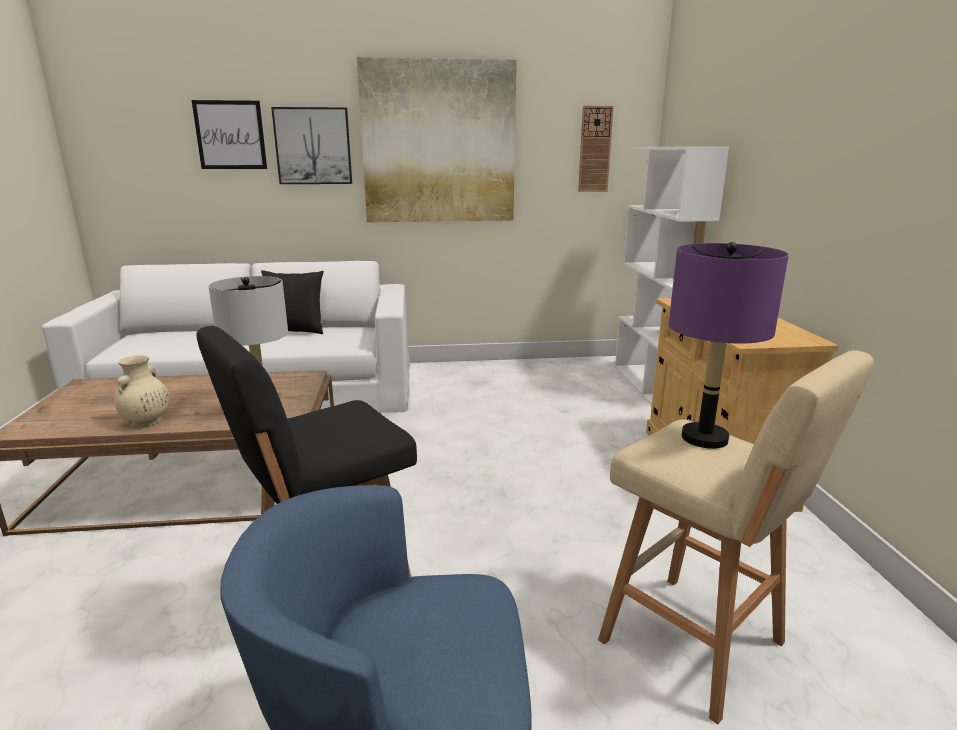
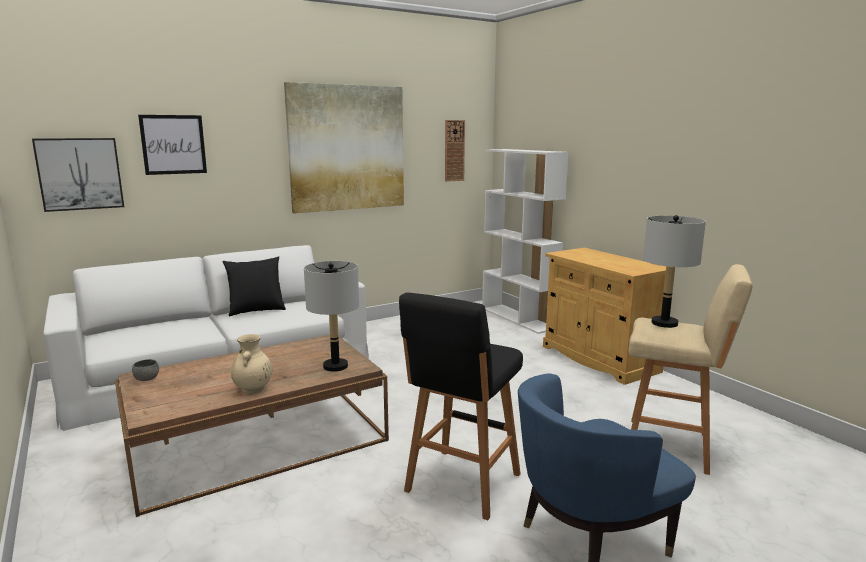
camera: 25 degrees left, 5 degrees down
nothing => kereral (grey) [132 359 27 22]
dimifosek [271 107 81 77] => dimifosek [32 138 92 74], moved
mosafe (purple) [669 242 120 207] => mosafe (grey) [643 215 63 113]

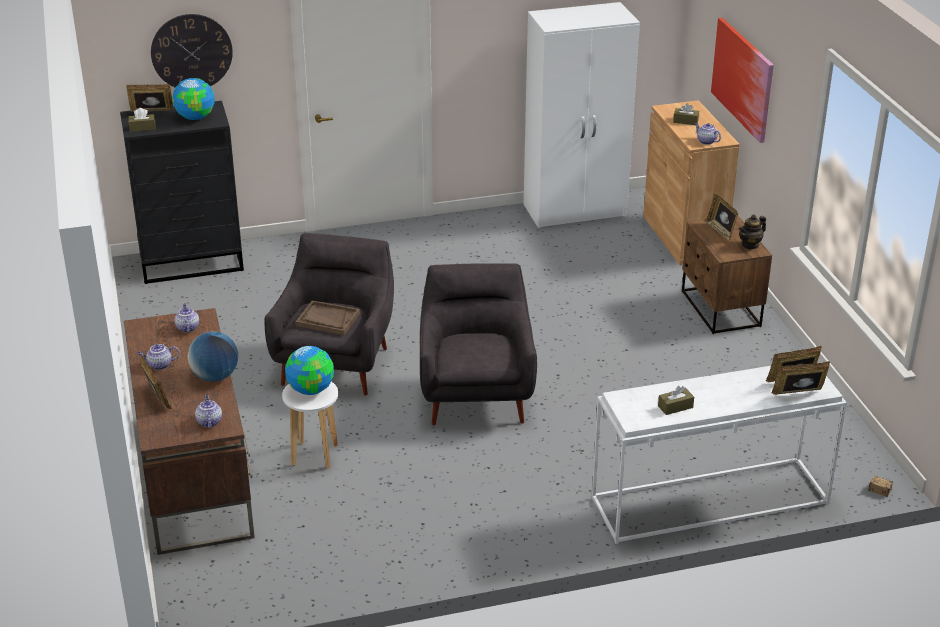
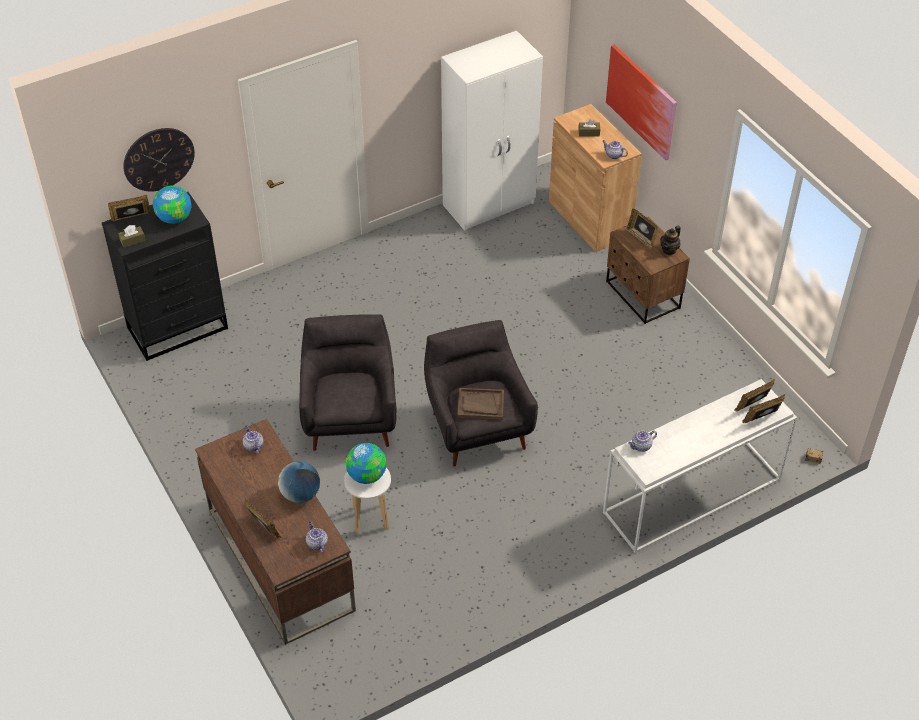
camera: 15 degrees left, 15 degrees up
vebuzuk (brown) [658 386 36 29] => nothing
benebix [137 344 43 26] => benebix [628 431 29 21], moved
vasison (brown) [295 300 65 35] => vasison (brown) [457 388 47 32], moved

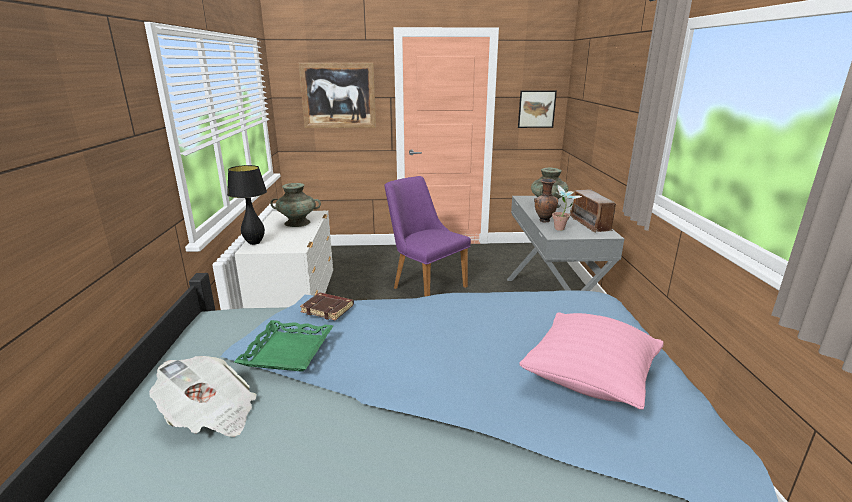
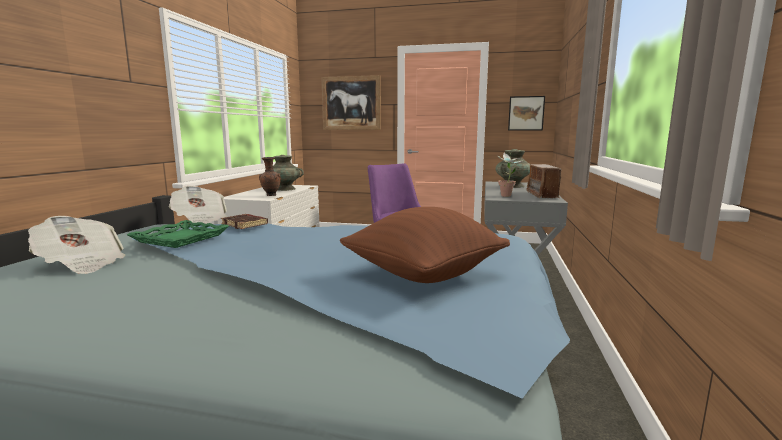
camera: 15 degrees right, 10 degrees down
mosafe (black) [227 165 40 80] => nothing
nothing => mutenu [169 186 58 38]
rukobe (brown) [534 179 24 43] => rukobe (brown) [259 157 22 39], moved
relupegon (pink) [519 312 144 98] => relupegon (brown) [340 207 170 76]

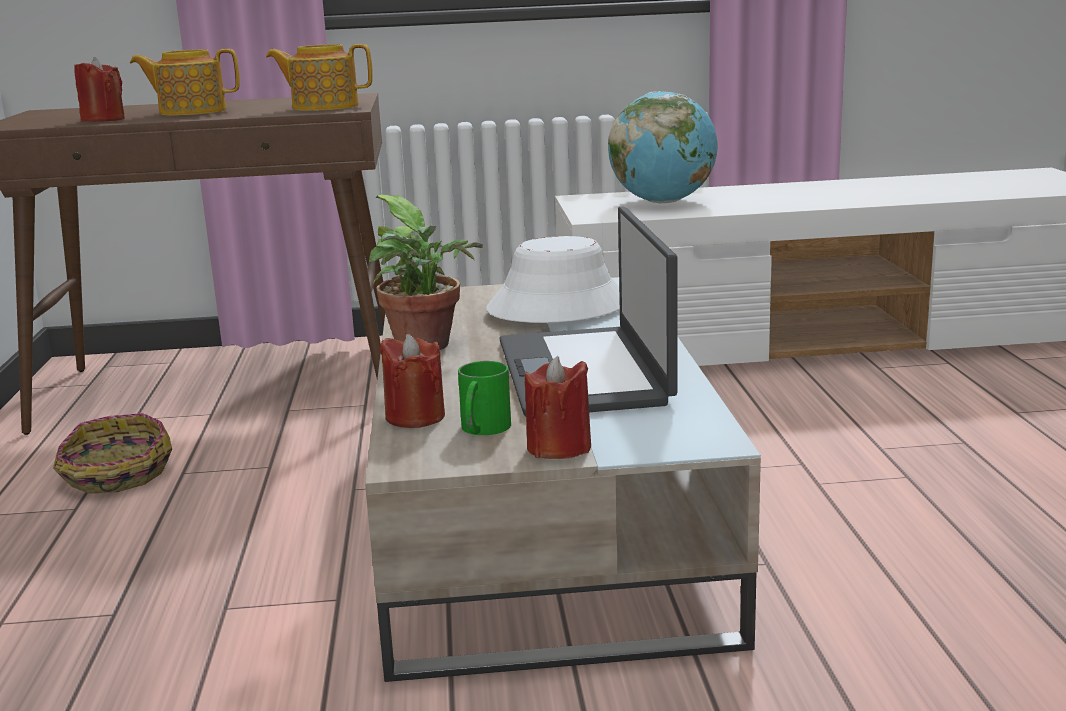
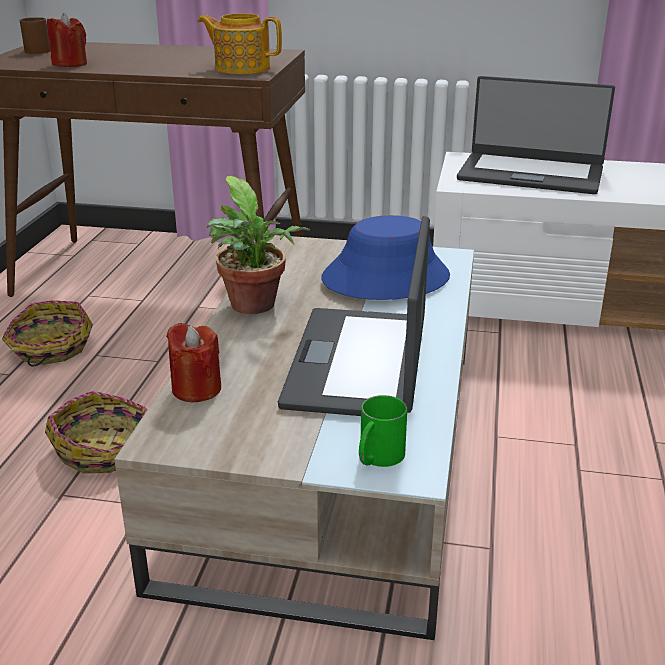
camera: 15 degrees right, 10 degrees up
benebix [130 48 110 68] => nothing
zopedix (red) [525 356 66 103] => nothing
nothing => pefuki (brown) [19 17 32 37]
nothing => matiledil [45 391 103 83]
pefuki (green) [458 361 53 74] => pefuki (green) [359 395 48 72], moved
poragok [608 91 110 112] => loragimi [457 76 158 118]
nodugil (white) [486 236 134 87] => nodugil (blue) [322 215 128 85]

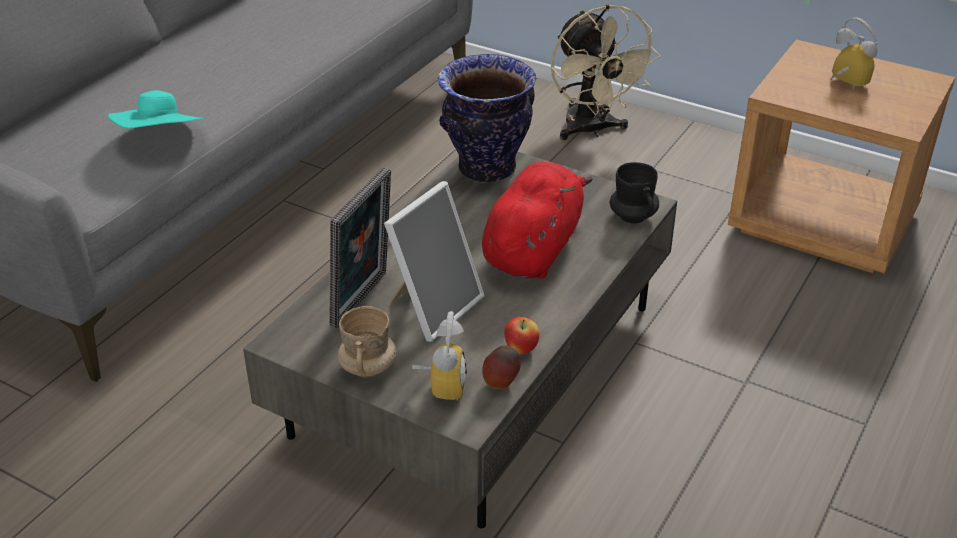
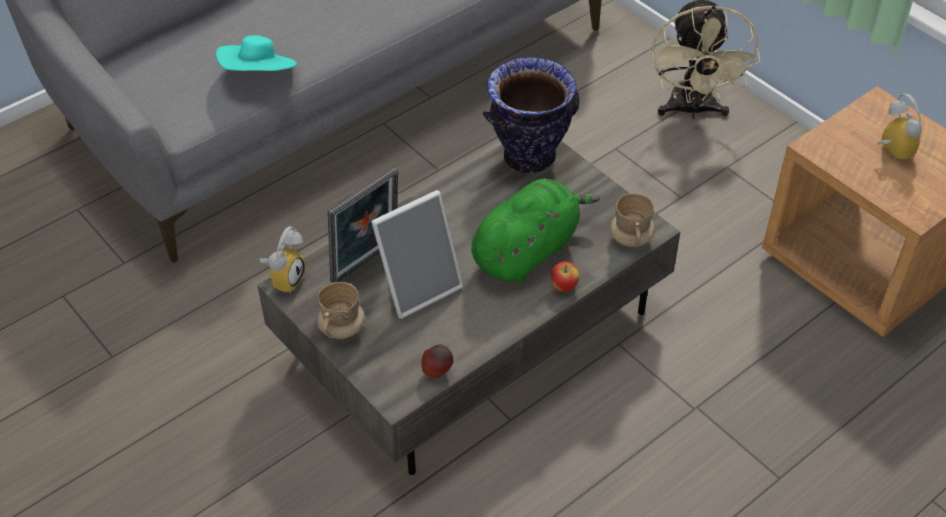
camera: 20 degrees right, 10 degrees up
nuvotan [412 311 55 90] => nuvotan [260 226 45 67], moved
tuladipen [504 317 36 37] => tuladipen [551 261 28 31], moved
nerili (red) [482 162 111 117] => nerili (green) [471 179 129 103]
pefuki (black) [610 162 49 61] => pefuki (beige) [610 193 45 54]

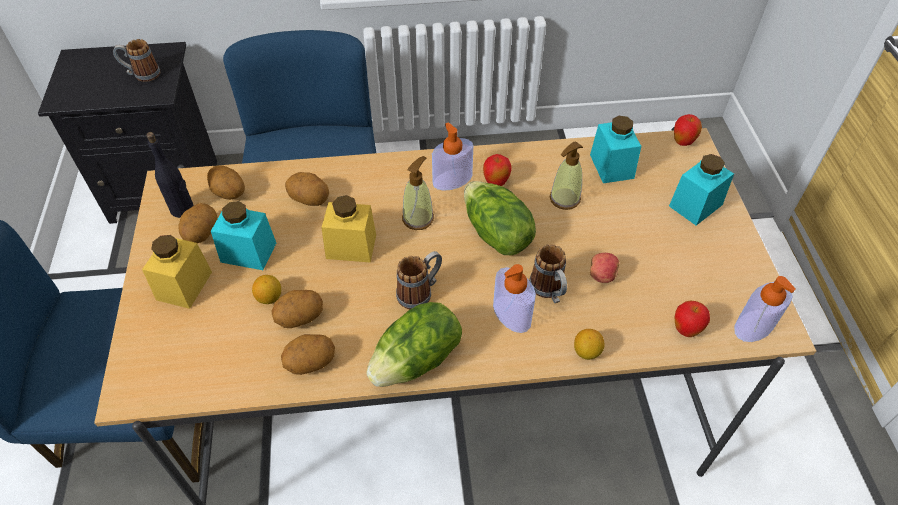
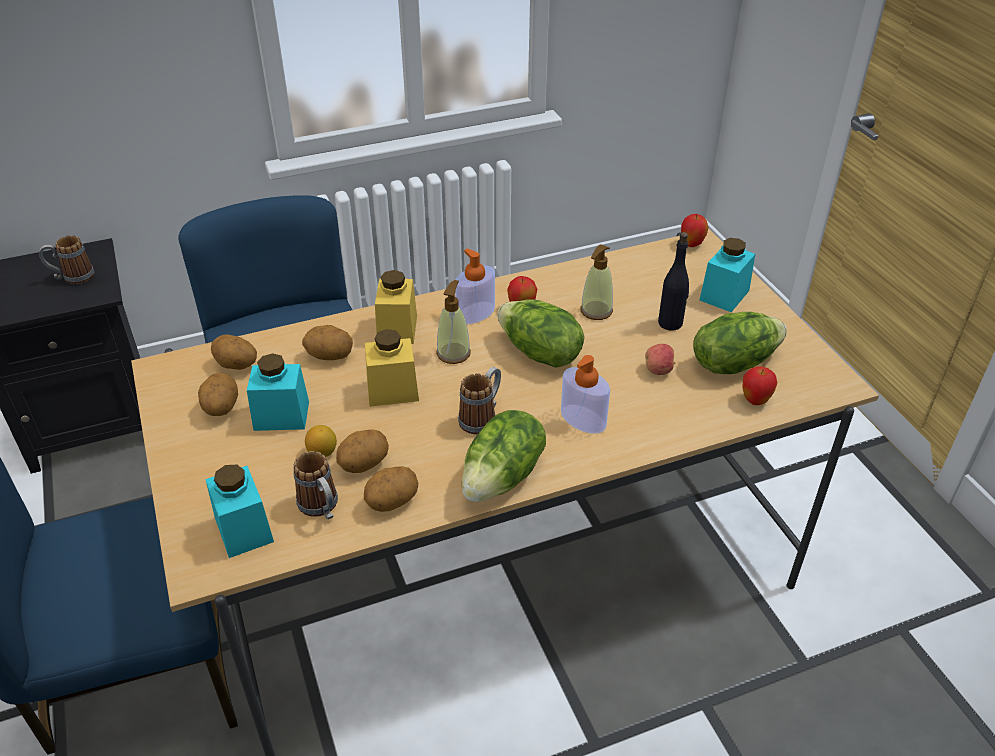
camera: 15 degrees left, 10 degrees down
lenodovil [574 329 31 31] => nothing
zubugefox [734 276 62 66] => nothing
nothing => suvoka [693 312 94 62]
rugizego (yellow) [142 235 70 74] => rugizego (yellow) [375 270 42 74], moved
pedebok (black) [146 132 48 86] => pedebok (black) [658 232 31 99], moved
pefuki [529 244 38 59] => pefuki [293 451 45 69], moved
rugizego (turquoise) [590 116 51 67] => rugizego (turquoise) [205 465 69 93], moved

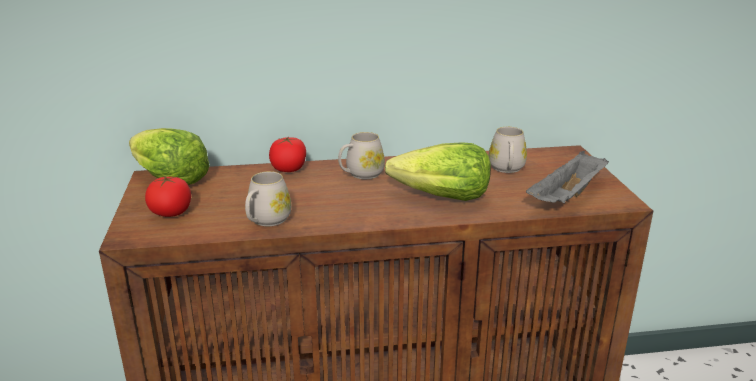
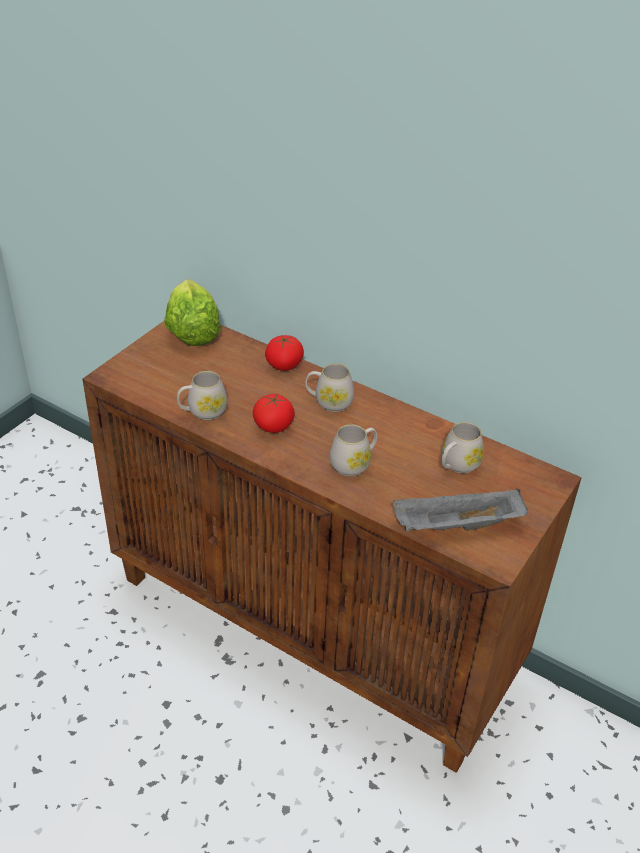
camera: 40 degrees right, 15 degrees up
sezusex [145 176 46 41] => sezusex [253 394 42 39], moved
suvoka [385 142 106 59] => pefuki (white) [330 424 47 52]

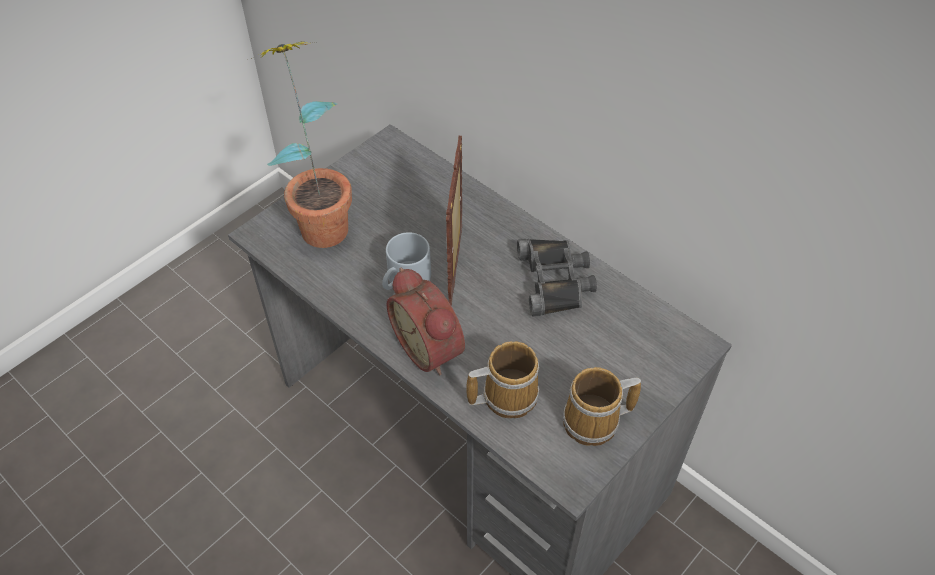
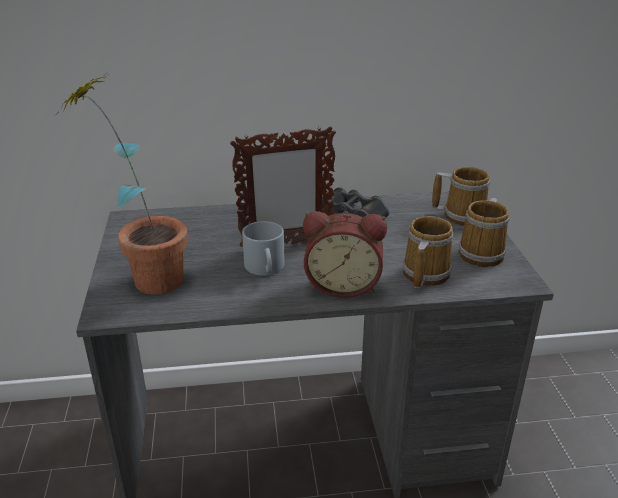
camera: 50 degrees left, 20 degrees down
nothing => pefuki [432 167 58 59]
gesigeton [446 136 16 169] => gesigeton [230 126 106 121], 60 degrees counterclockwise

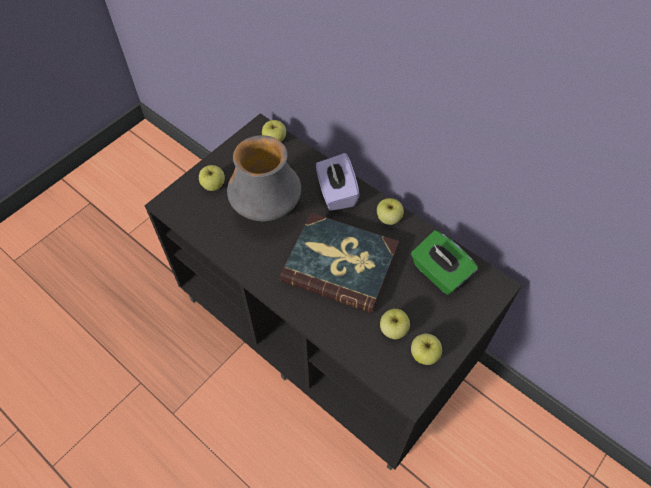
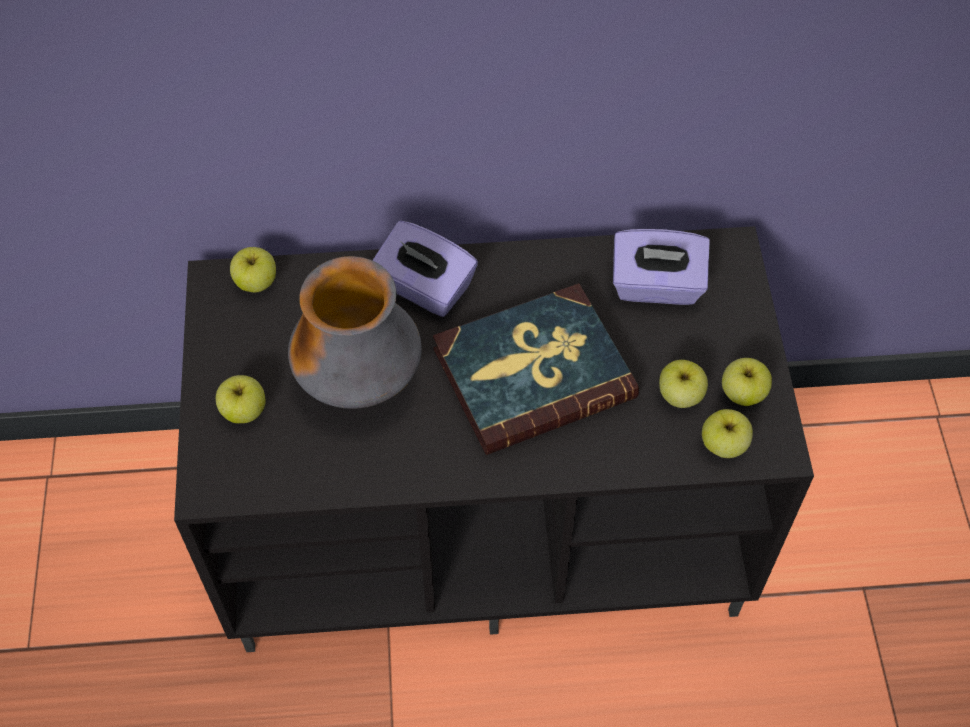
camera: 45 degrees left, 0 degrees up
tuladipen [377 198 27 27] => tuladipen [702 409 51 49], moved
vebuzuk (green) [411 230 67 65] => vebuzuk (purple) [613 229 97 76]

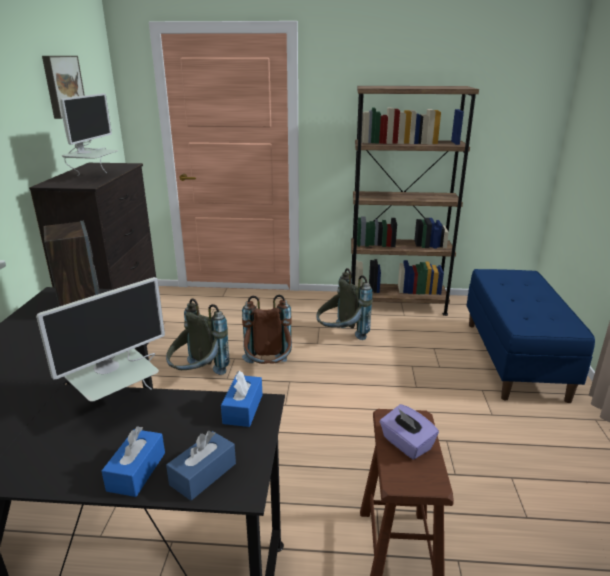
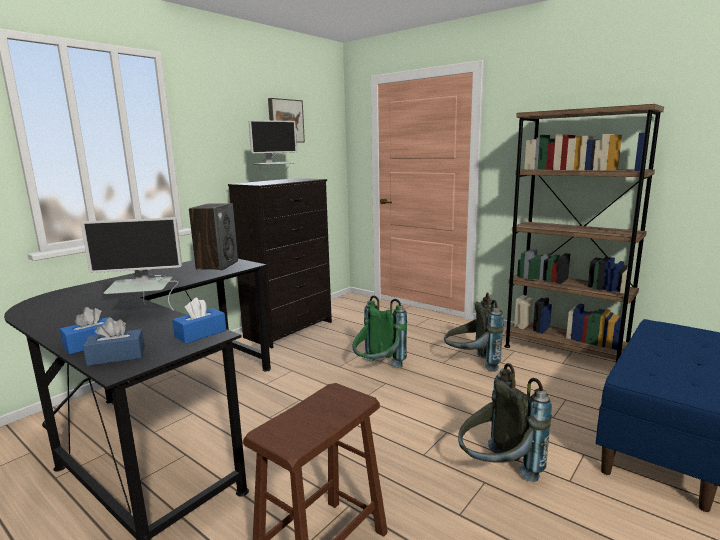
camera: 35 degrees right, 10 degrees down
vebuzuk (purple) [380 404 59 56] => nothing
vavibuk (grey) [166 298 64 77] => vavibuk (grey) [458 363 94 119], moved
vavibuk (brown) [242 295 50 69] => vavibuk (green) [352 296 55 72]

